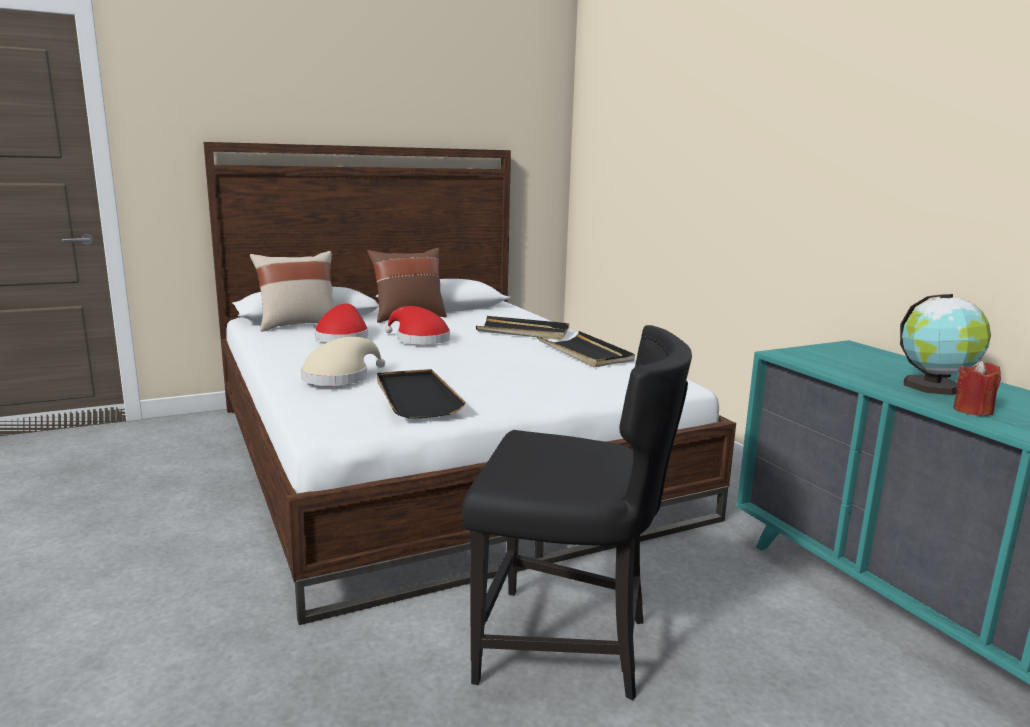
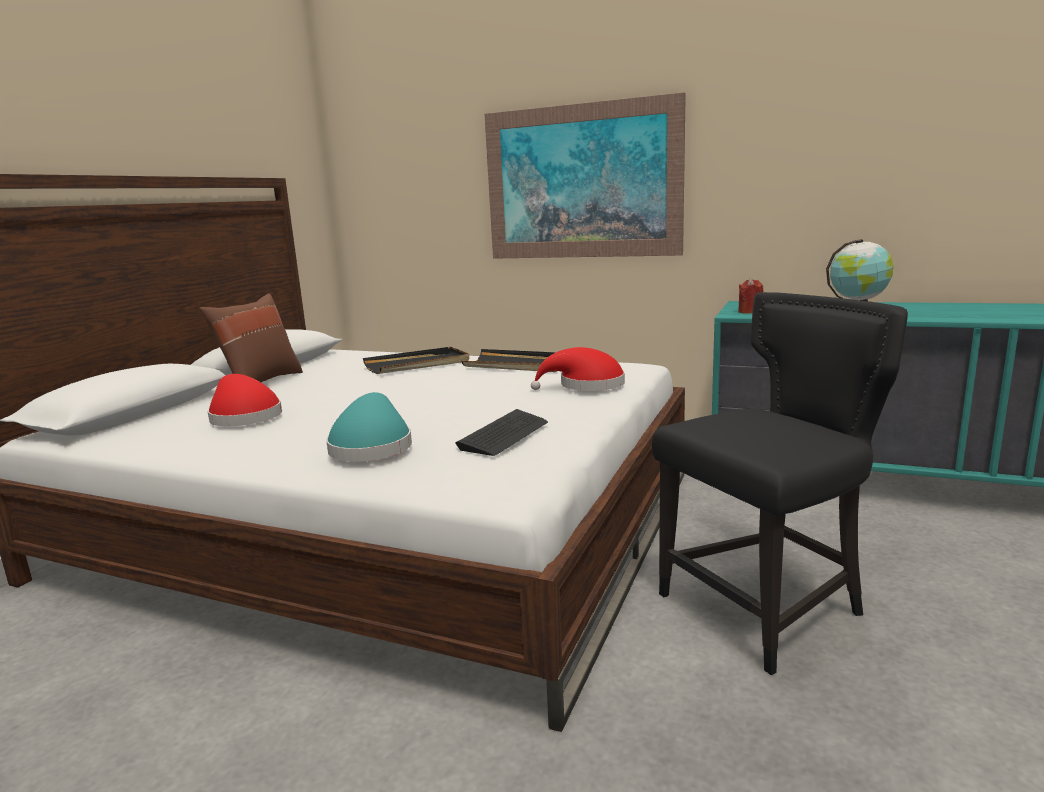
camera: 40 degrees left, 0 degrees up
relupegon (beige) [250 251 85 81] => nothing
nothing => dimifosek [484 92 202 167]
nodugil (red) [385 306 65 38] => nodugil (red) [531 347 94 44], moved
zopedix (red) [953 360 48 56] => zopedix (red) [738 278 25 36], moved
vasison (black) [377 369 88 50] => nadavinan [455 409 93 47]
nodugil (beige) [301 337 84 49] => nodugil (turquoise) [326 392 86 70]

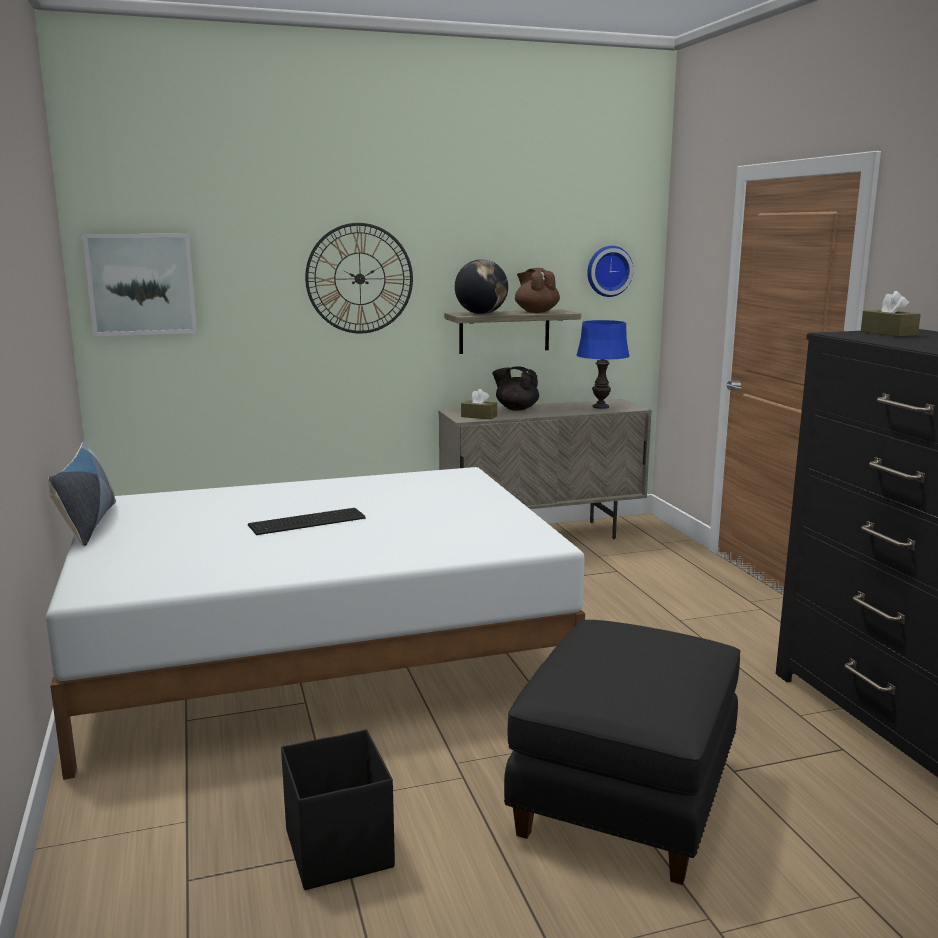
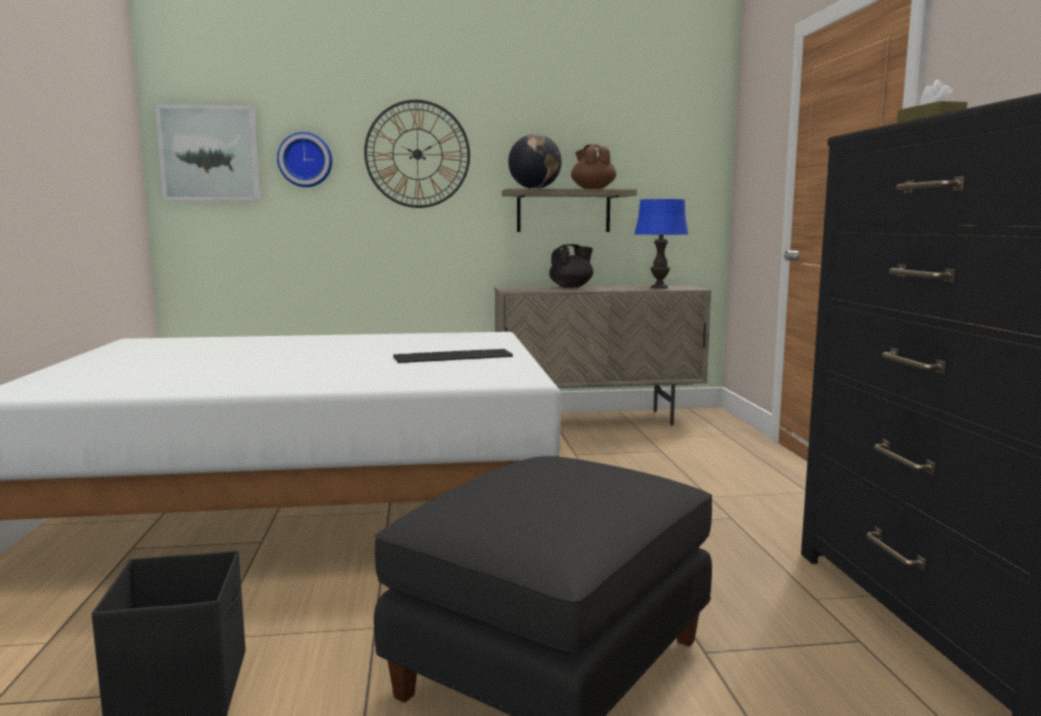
camera: 10 degrees right, 5 degrees down
relupegon [48 442 68 104] => nothing
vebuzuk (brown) [461 389 36 31] => nothing
nadavinan [248 508 118 27] => nadavinan [393 349 120 14], moved
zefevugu [587 246 46 51] => zefevugu [277 132 55 55], moved
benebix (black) [492 366 47 45] => benebix (black) [549 244 44 44], 105 degrees clockwise

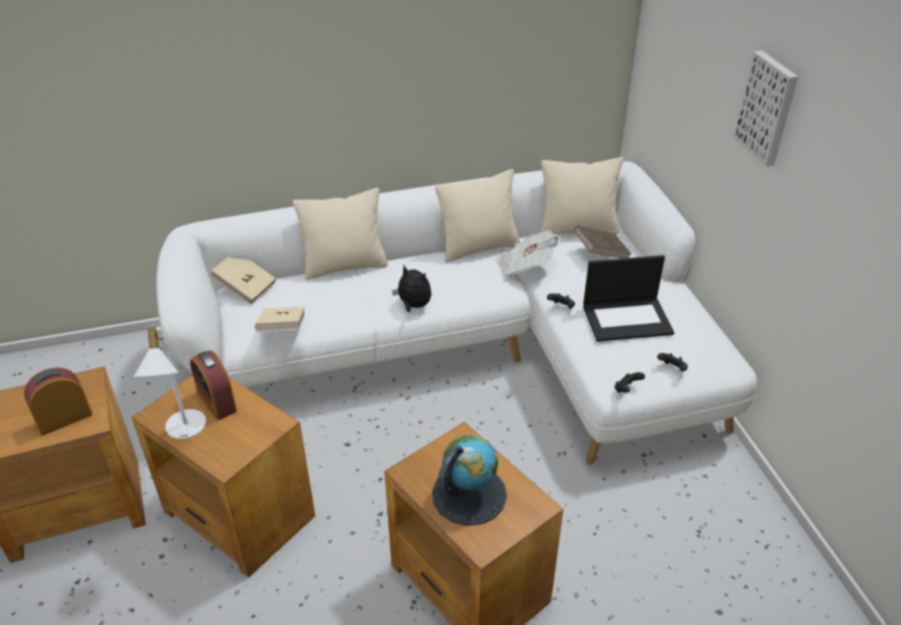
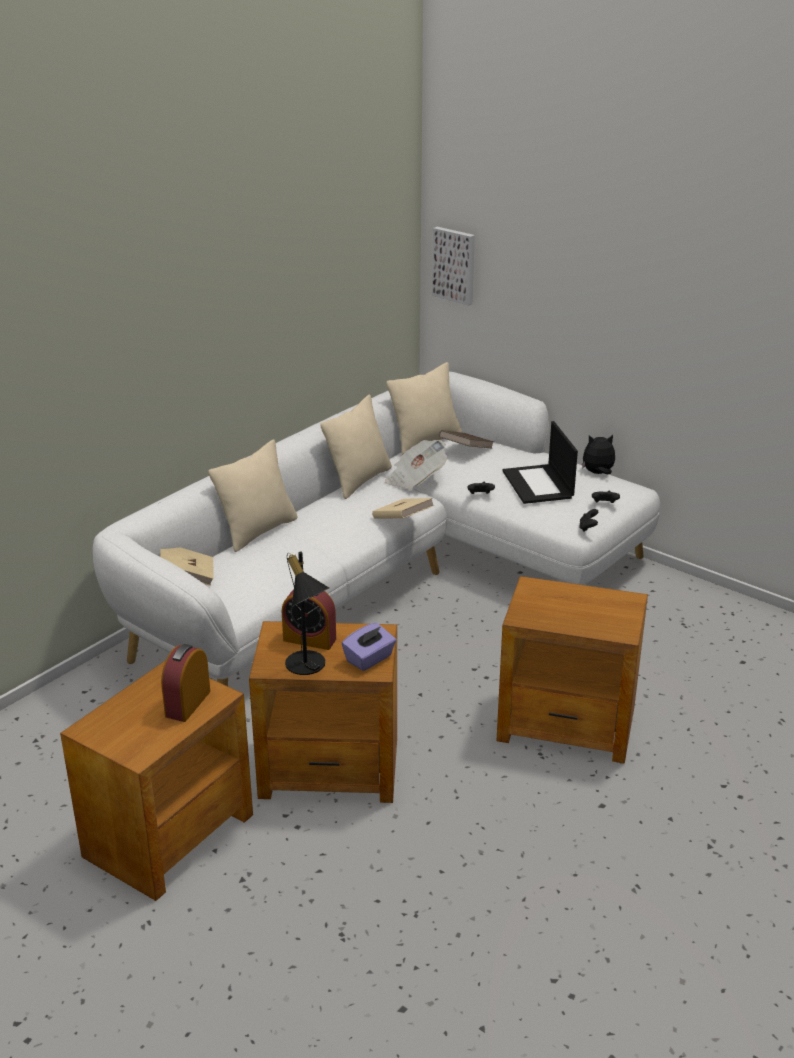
camera: 35 degrees left, 10 degrees down
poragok [432 435 75 91] => nothing
nothing => vebuzuk (purple) [342 623 54 48]
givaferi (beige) [254 307 51 25] => givaferi (beige) [372 498 62 21], moved
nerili [392 265 40 47] => nerili [582 435 33 39], moved
dimifosek [734 51 64 116] => dimifosek [432 227 43 79], moved
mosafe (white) [134 324 72 115] => mosafe (black) [285 551 44 124]
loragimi [583 255 91 87] => loragimi [502 421 76 83], 120 degrees clockwise

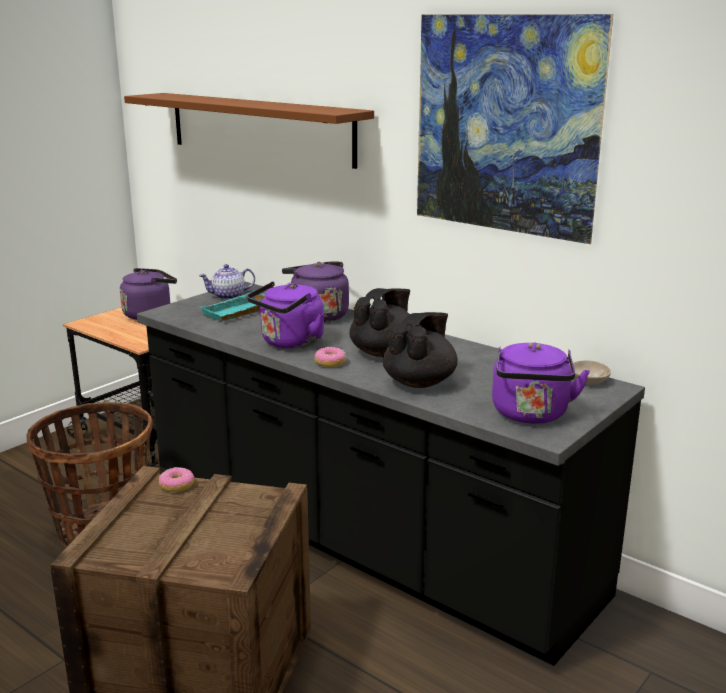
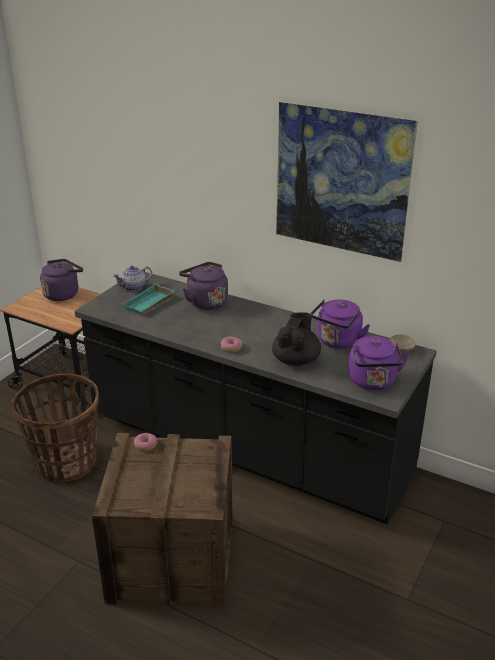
camera: 10 degrees left, 10 degrees up
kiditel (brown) [124 93 250 76] => nothing
benebix (black) [349 288 62 69] => nothing
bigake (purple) [247 281 77 68] => bigake (purple) [311 300 59 48], moved

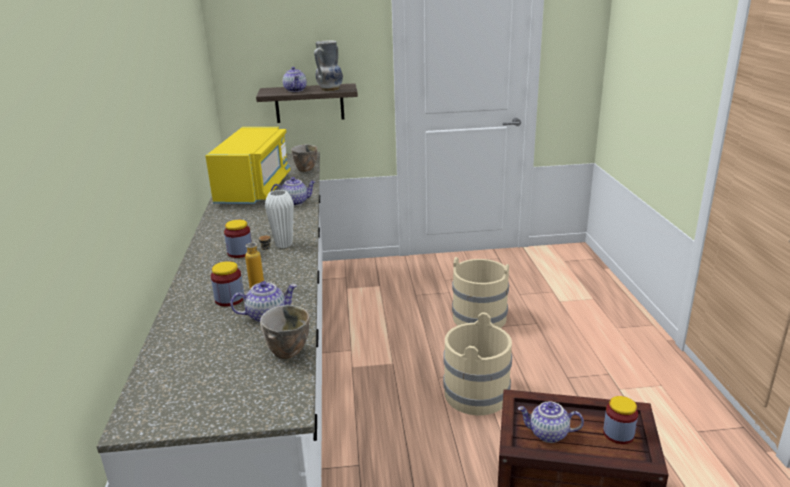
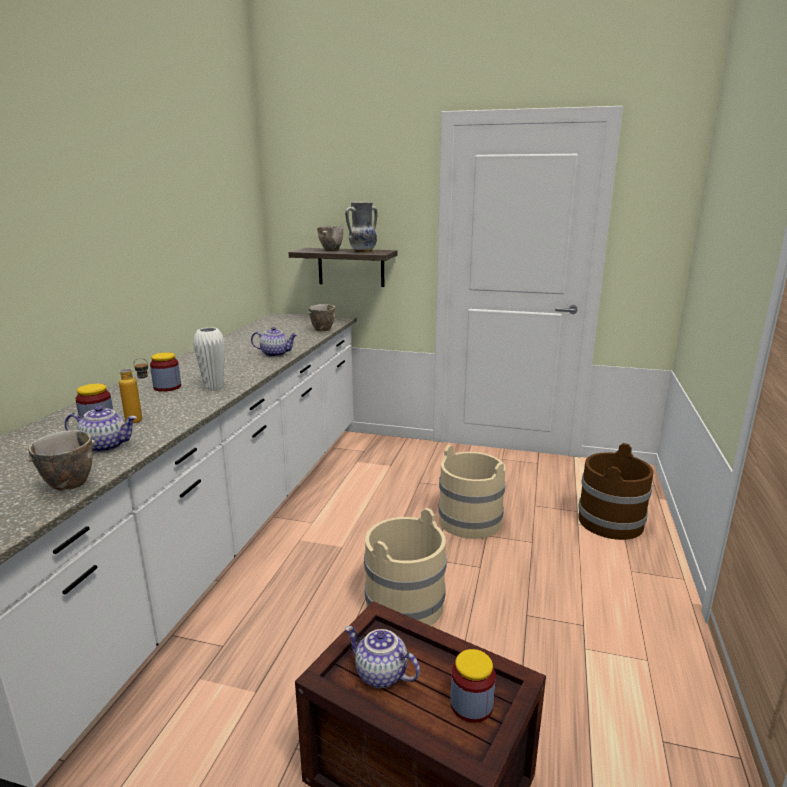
camera: 20 degrees right, 5 degrees down
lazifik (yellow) [206 127 84 77] => nothing
nothing => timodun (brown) [578 443 76 97]
benebix [283 67 24 25] => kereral [317 226 27 25]

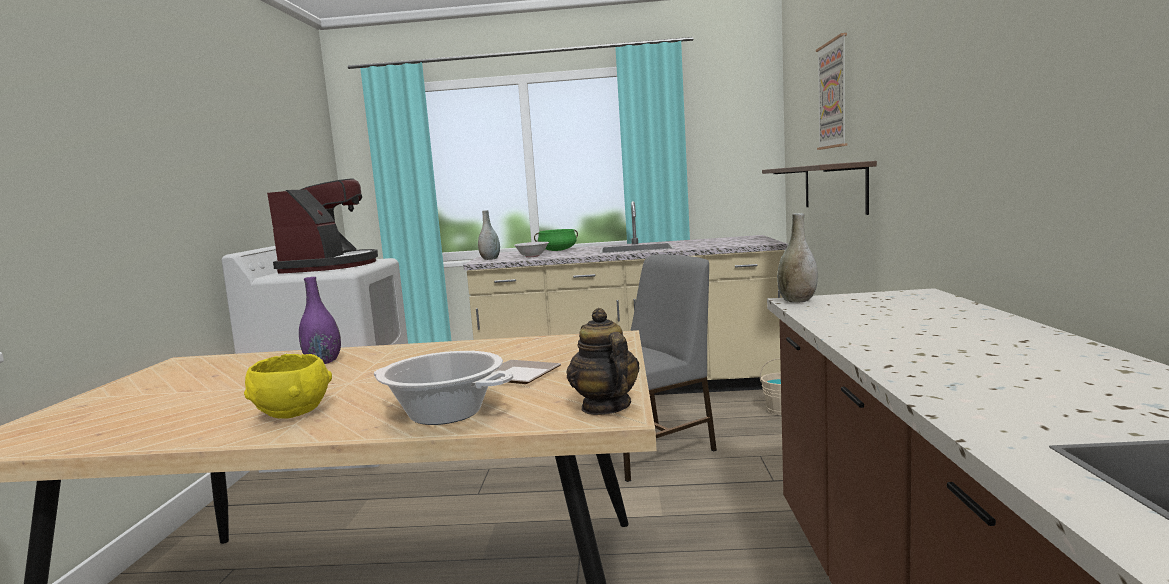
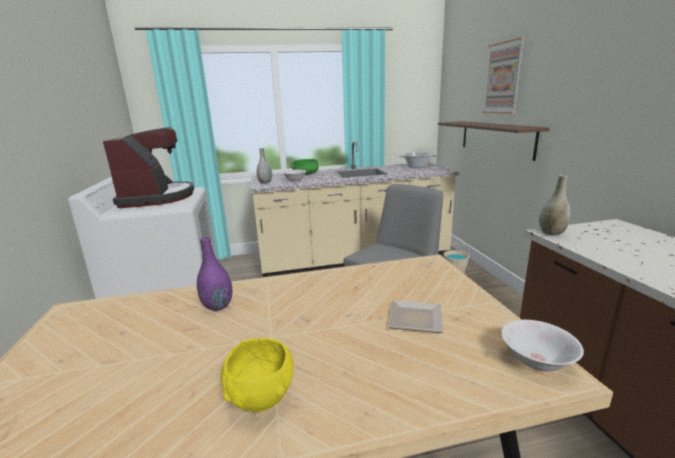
camera: 15 degrees left, 10 degrees up
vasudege [374 351 139 74] => vasudege [397 152 41 16], moved
benebix [567 308 73 107] => kereral (white) [501 320 83 52]

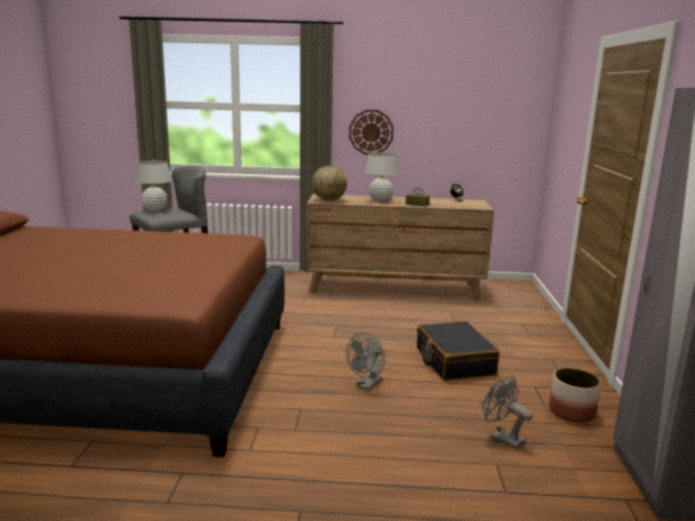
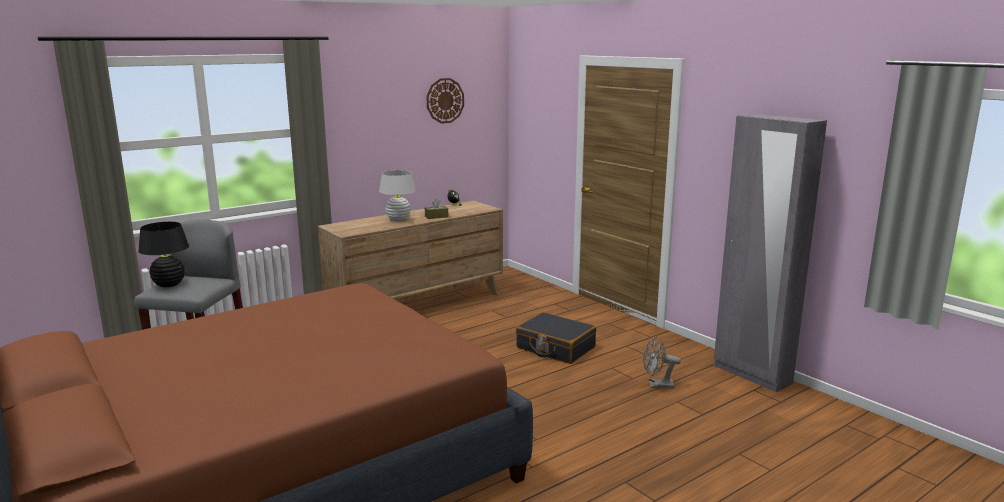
camera: 40 degrees left, 0 degrees up
poragok [312 165 35 36] => nothing
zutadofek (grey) [346 333 39 57] => nothing
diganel [549 368 52 54] => nothing
zefevugu [349 110 45 45] => zefevugu [427 78 37 46], moved
mosafe (white) [134 161 38 51] => mosafe (black) [138 222 51 65]

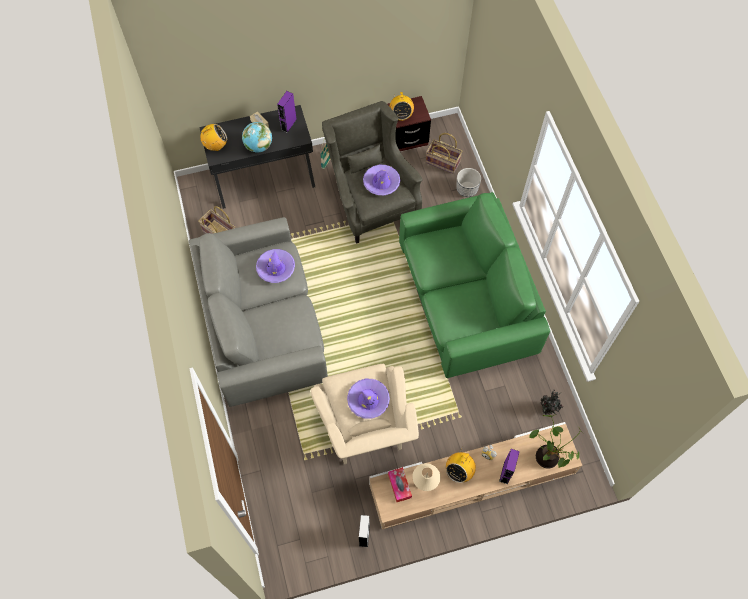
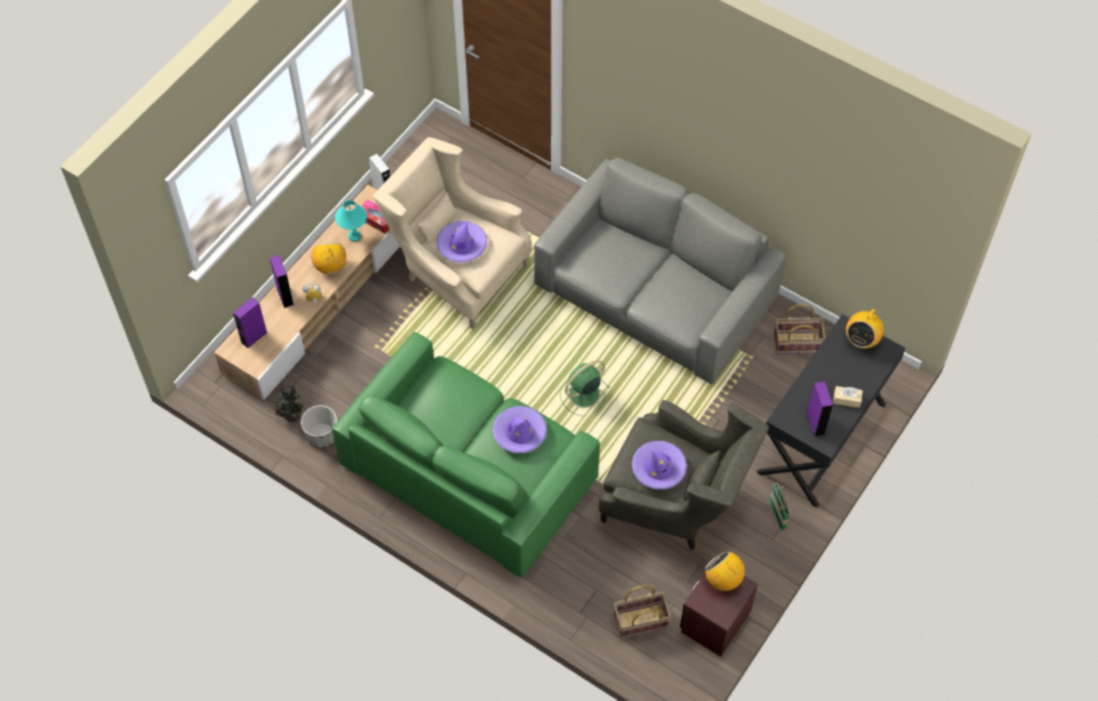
camera: 140 degrees right, 5 degrees down
poragok [242 122 30 30] => nothing
nothing => zutadofek (green) [560 360 50 56]
nodugil (purple) [256 249 39 34] => nodugil (purple) [493 406 54 47], moved
diganel [456 168 25 29] => diganel [301 405 36 43], moved
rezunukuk [529 414 55 55] => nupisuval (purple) [233 297 35 52]
mosafe (beige) [412 463 29 28] => mosafe (turquoise) [335 200 32 42]

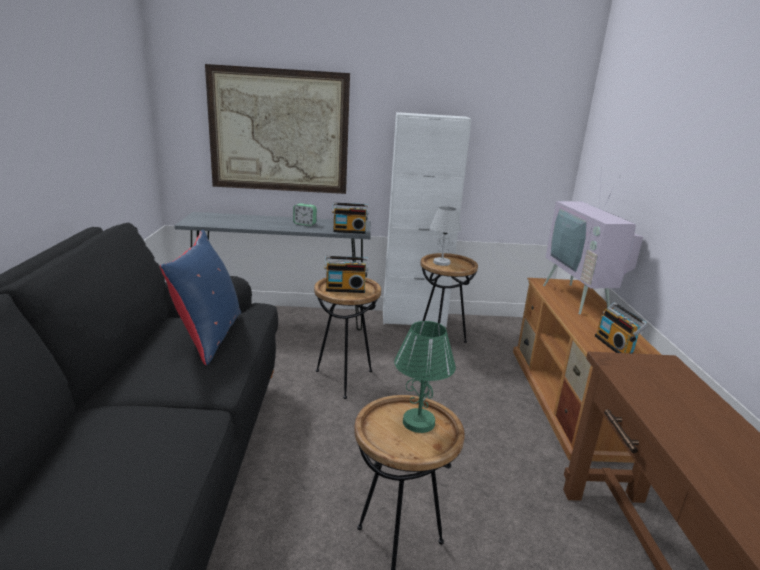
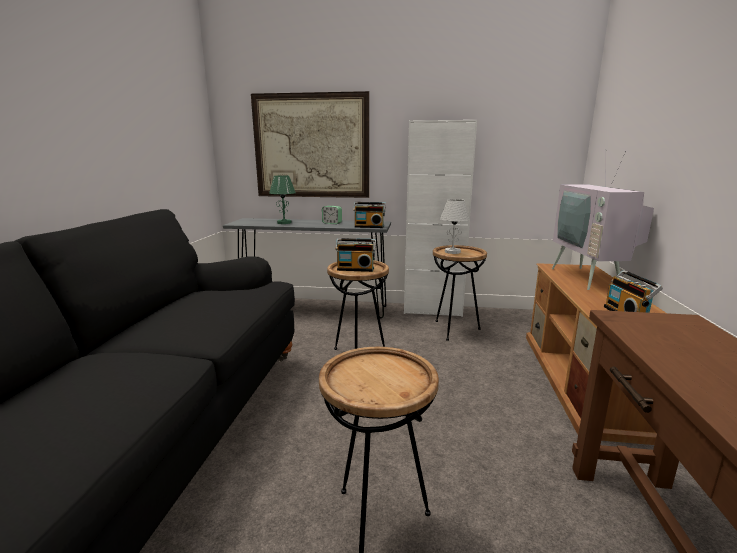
camera: 10 degrees right, 5 degrees down
relupegon (blue) [160 230 81 135] => nothing
mosafe (green) [394 321 62 112] => mosafe (green) [269 175 27 49], moved

